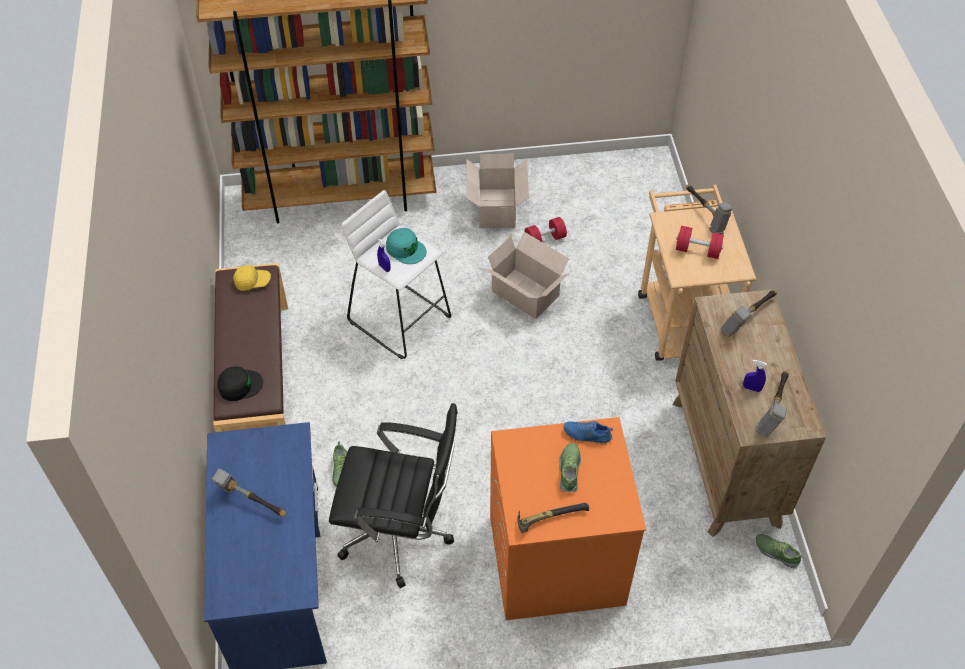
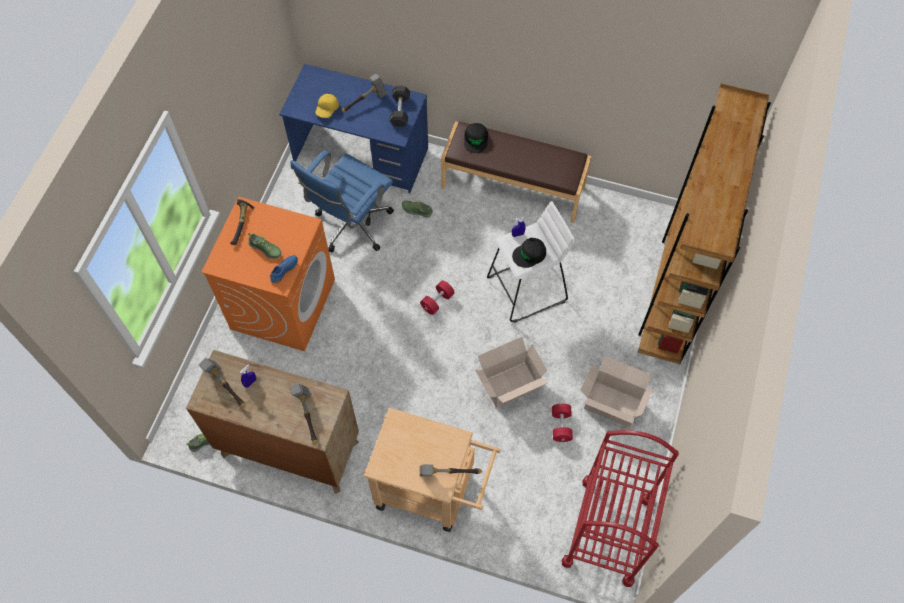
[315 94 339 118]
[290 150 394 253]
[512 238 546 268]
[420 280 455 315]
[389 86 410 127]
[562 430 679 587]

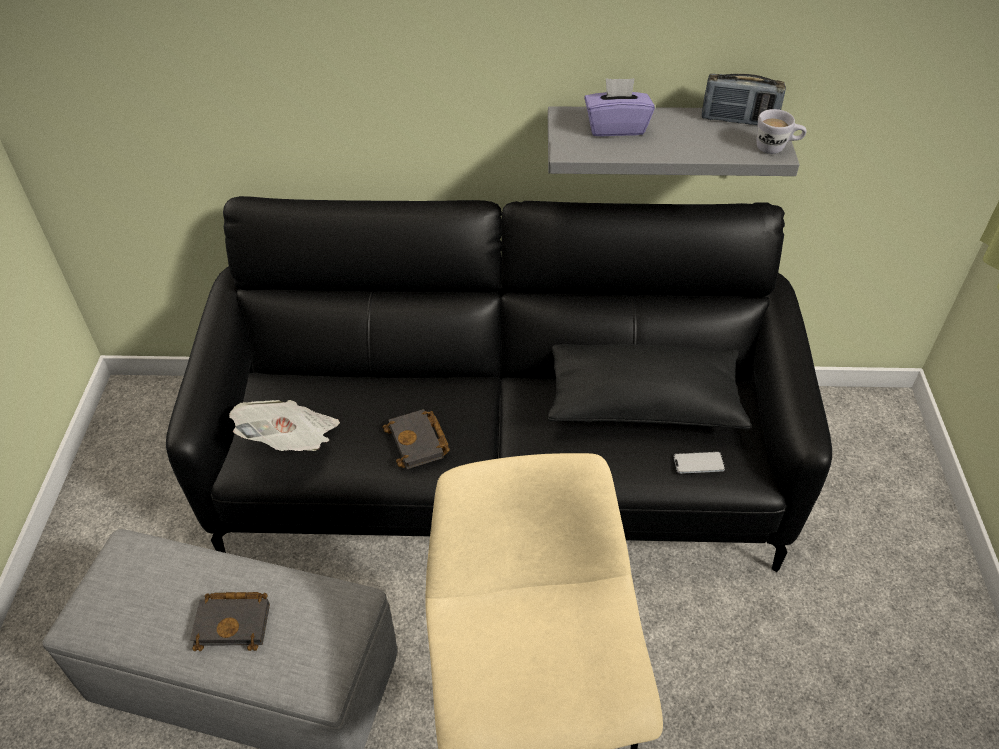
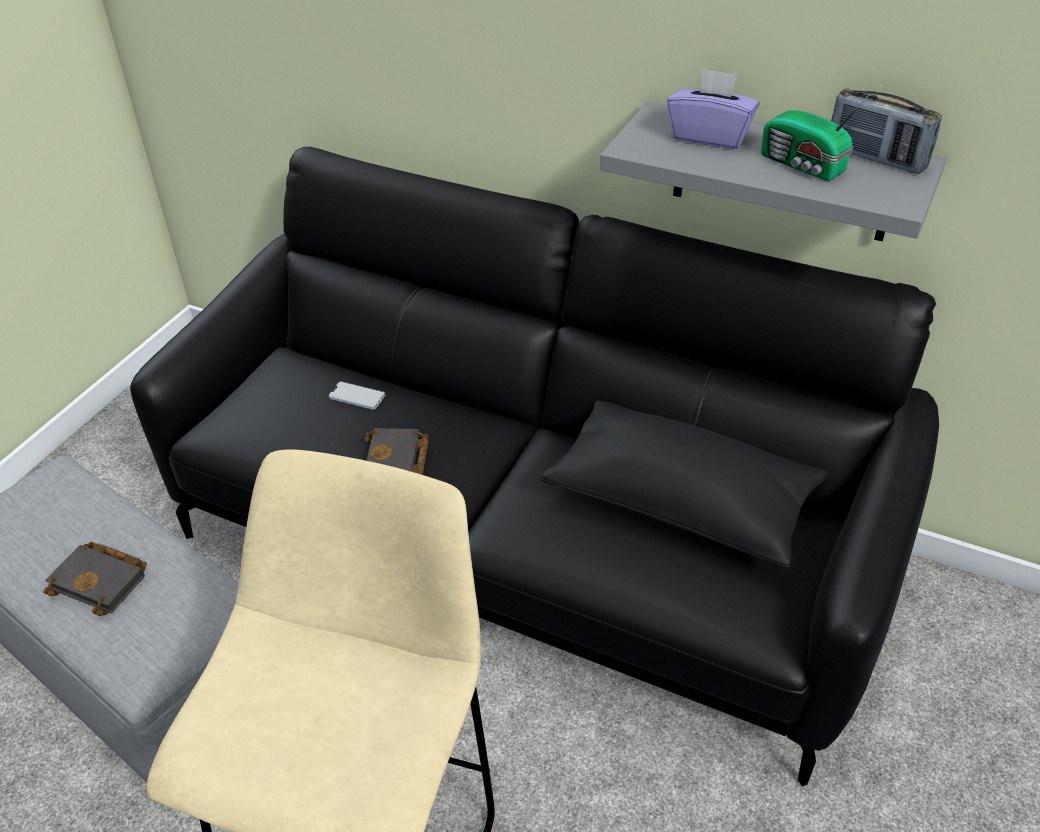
[229 400 340 451] (first image)
[328 382 385 410]
[756 109 807 154] (first image)
[761 93 871 181]

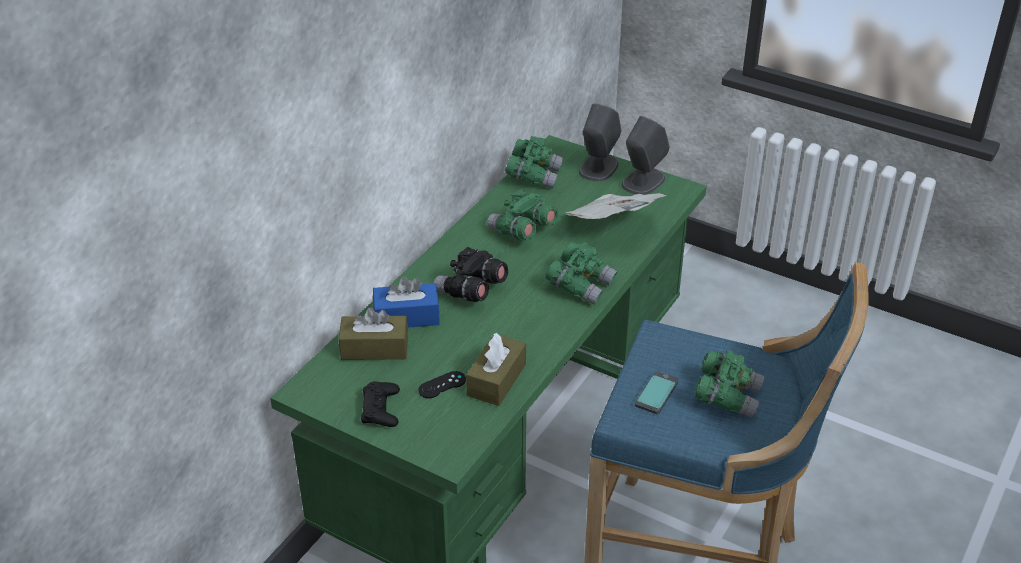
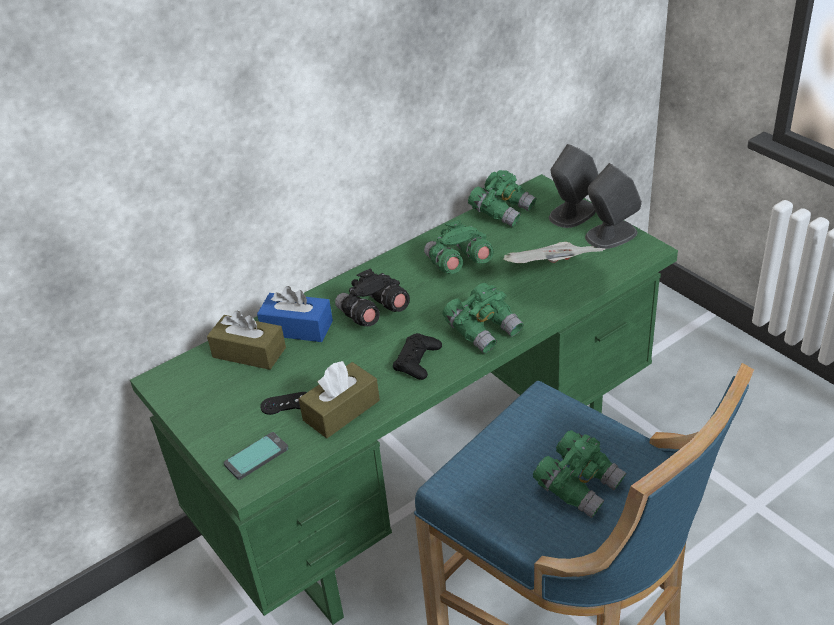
[393 333 442 380]
[224 432 289 480]

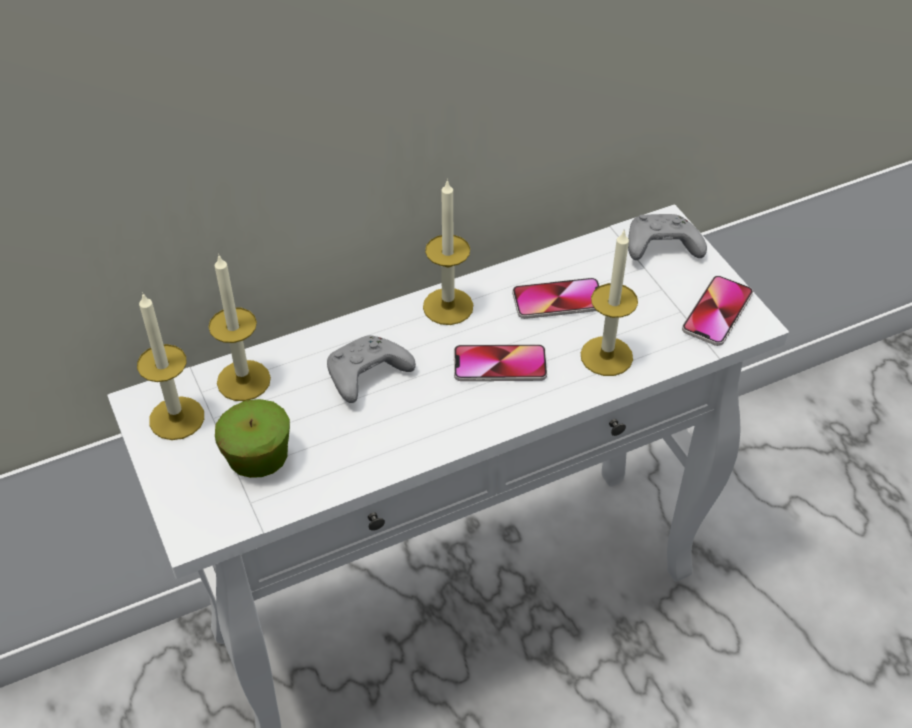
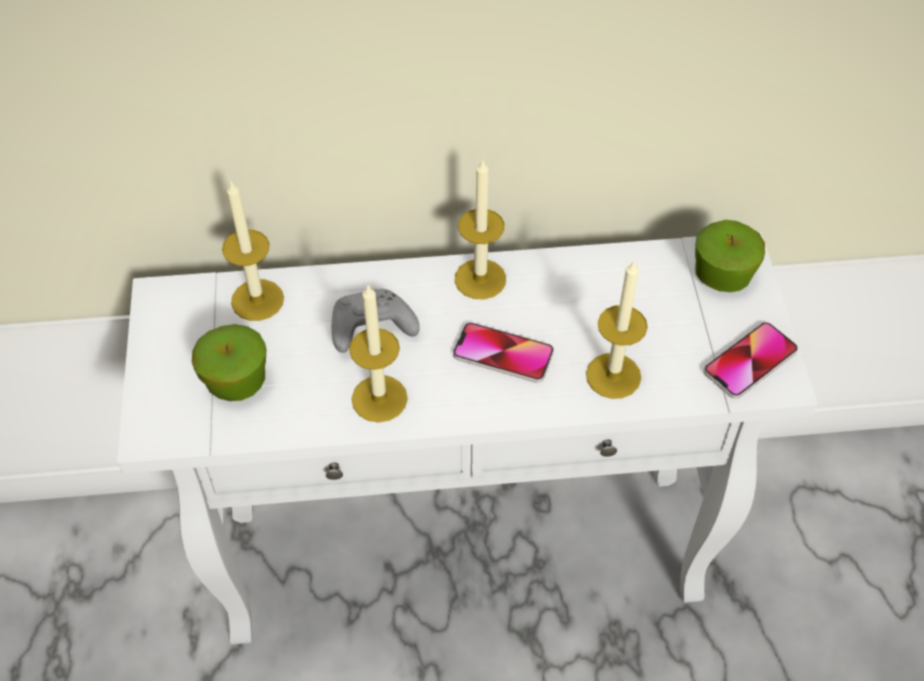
[349 285 408 422]
[512 278 600 319] (first image)
[695 220 765 292]

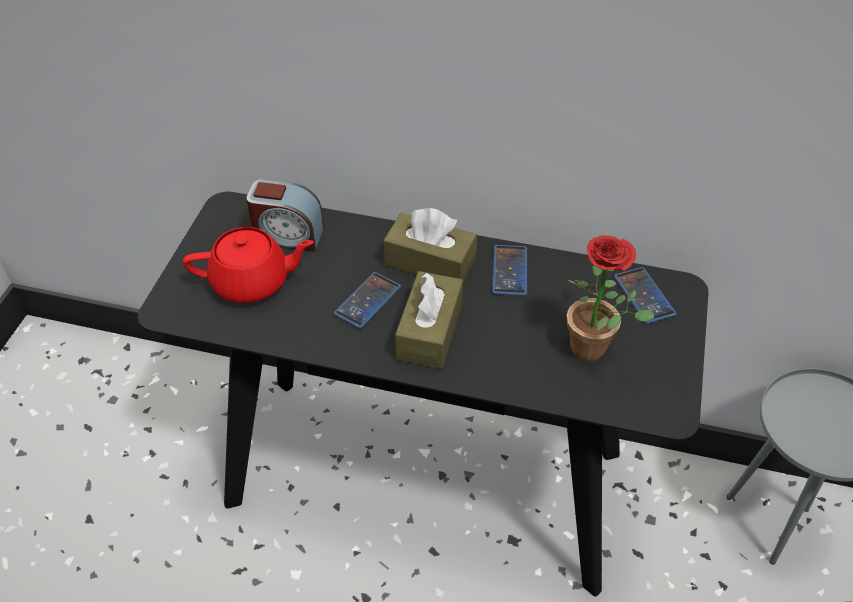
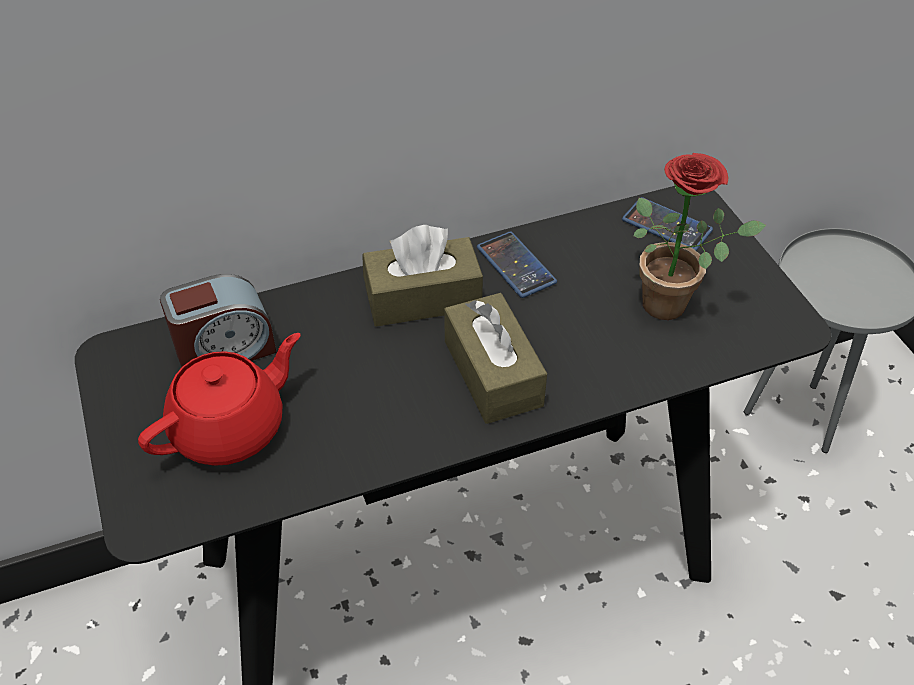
[334 272 401 329] (first image)

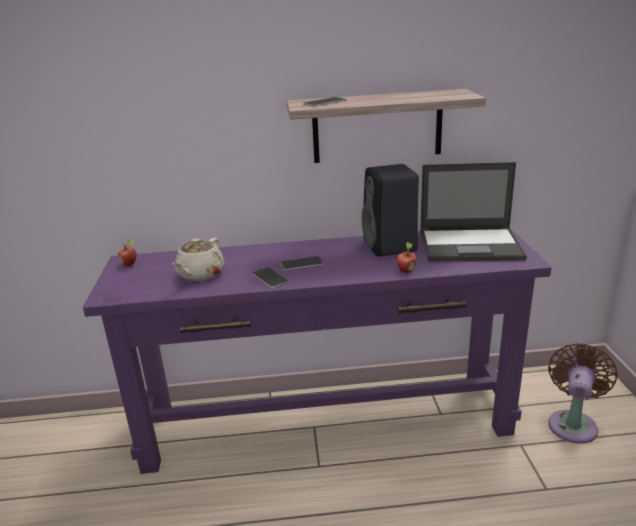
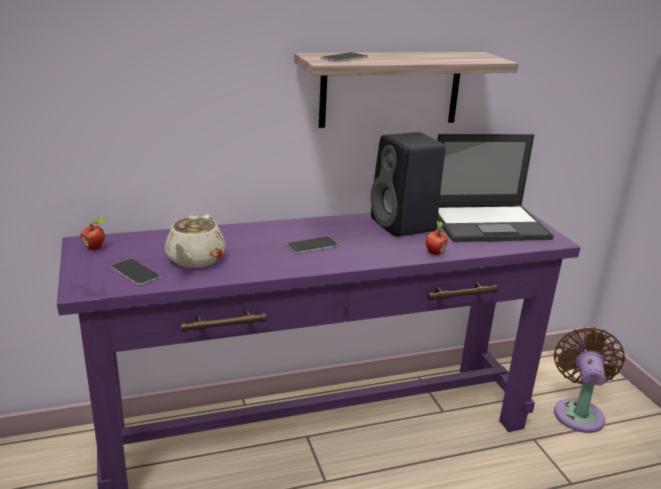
[111 259 161 285]

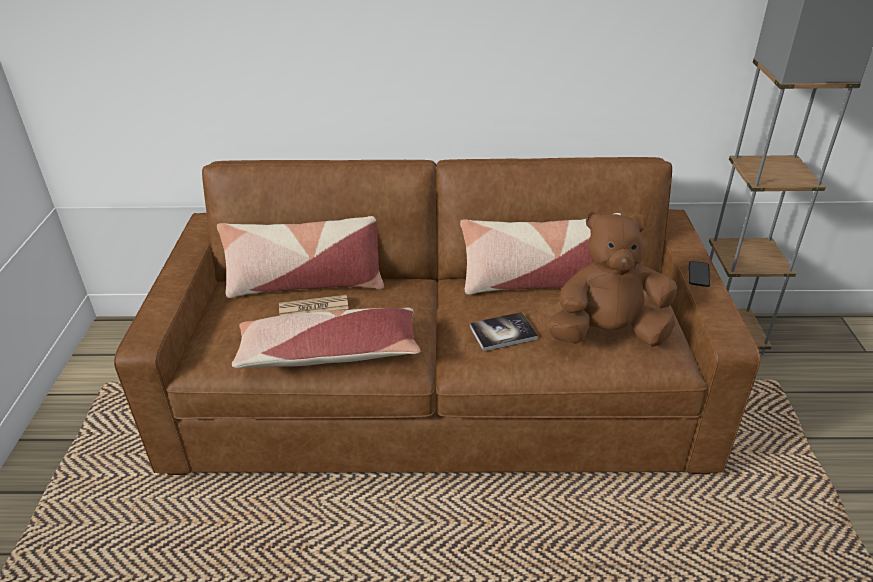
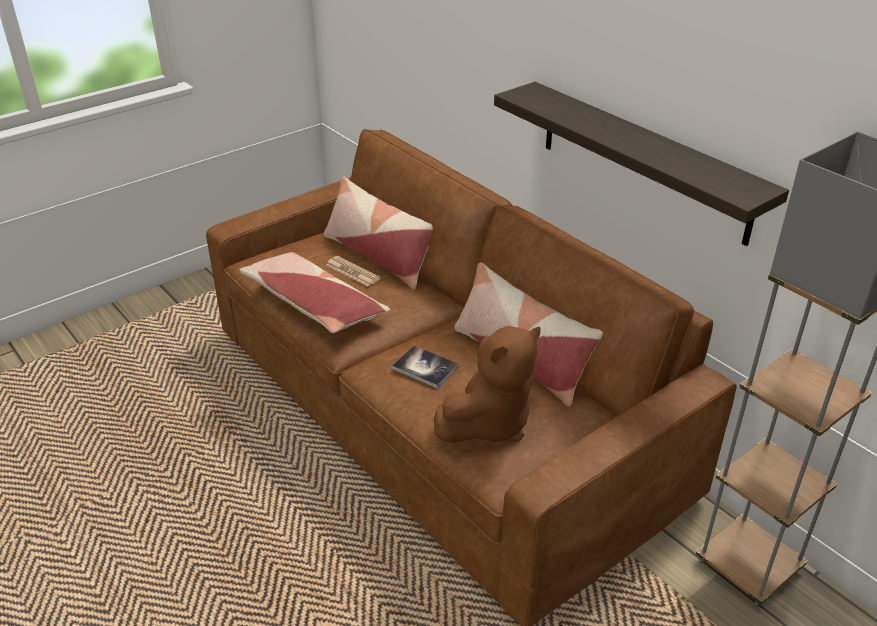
[434 326 541 443]
[689 261 710 287] (first image)
[494 82 789 246]

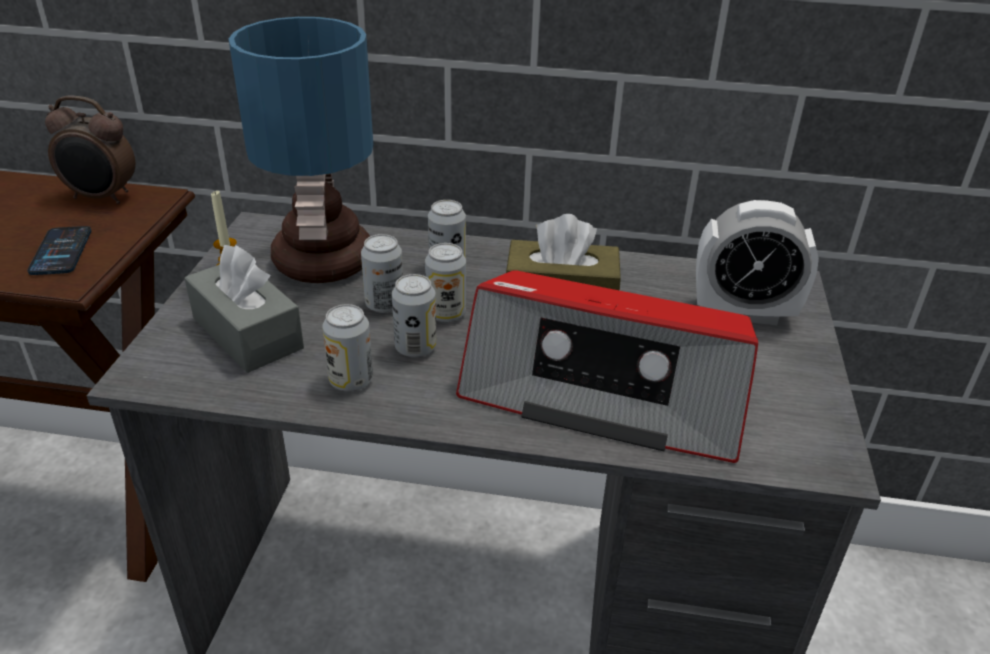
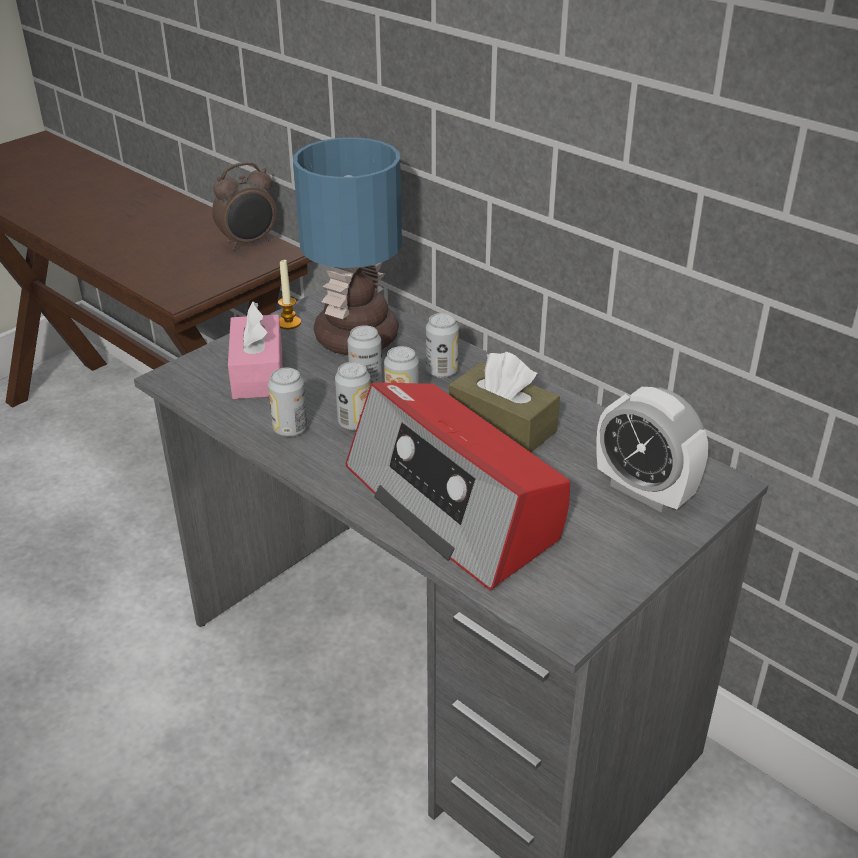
[27 226 91 275] (first image)
[212 162 276 250]
[228 302 282 399]

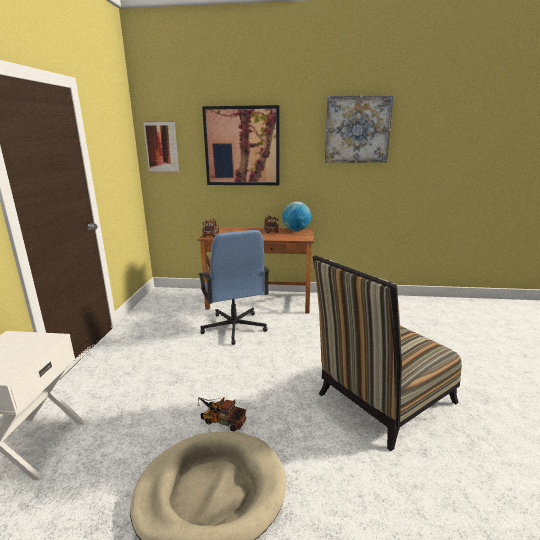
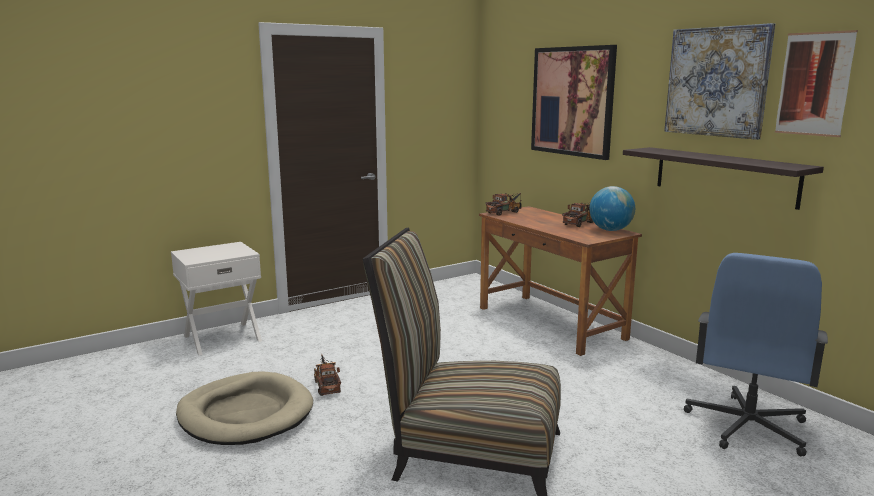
[775 30 858 137]
[684 253 828 456]
[623 147 824 210]

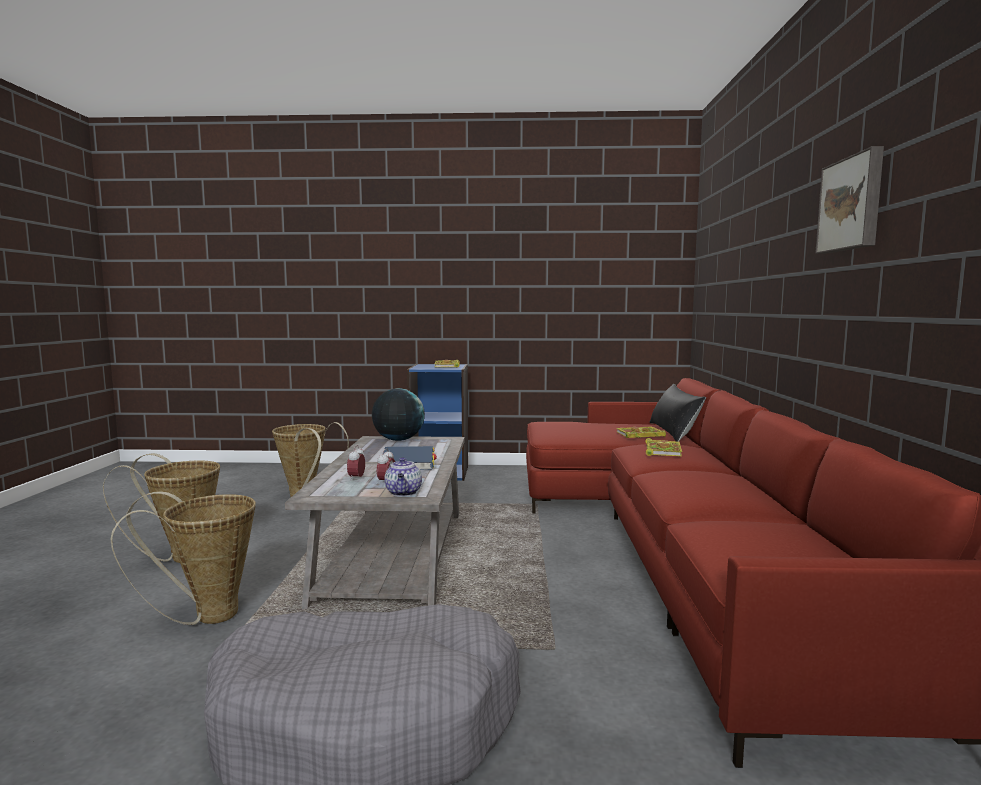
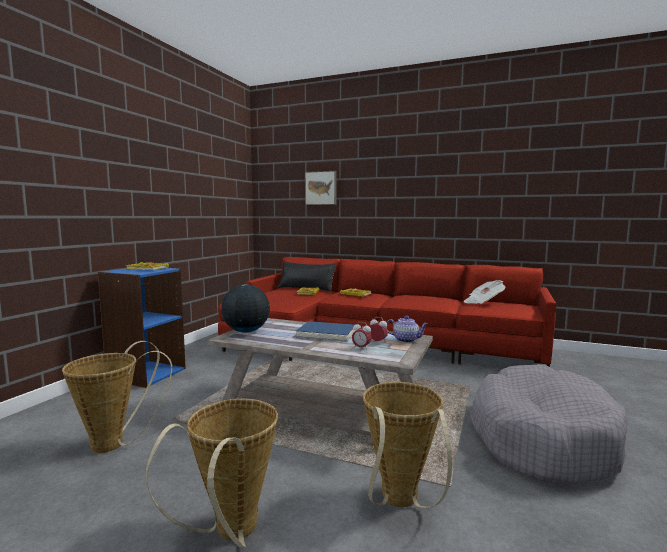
[305 171 337 205]
[464 280 505 304]

